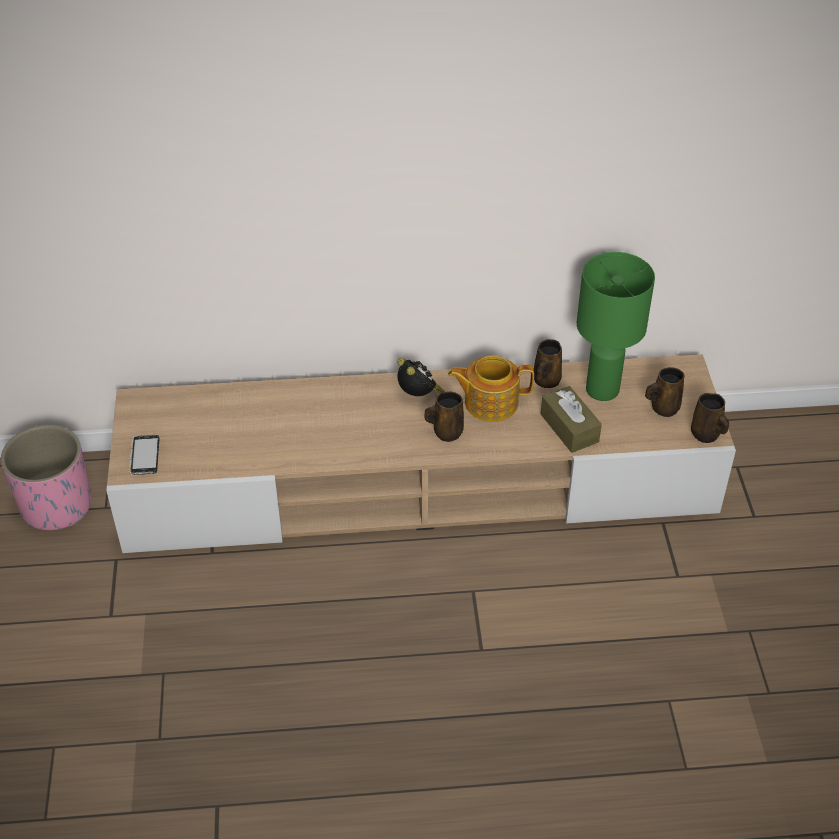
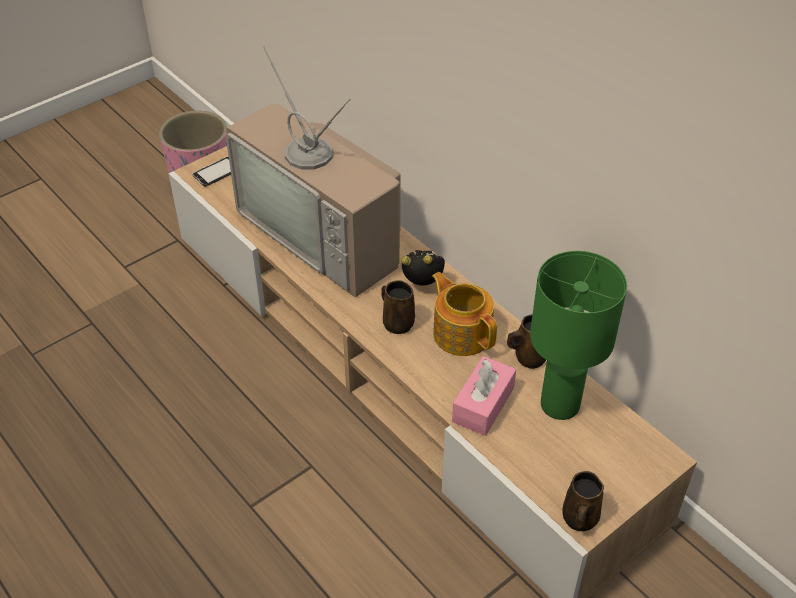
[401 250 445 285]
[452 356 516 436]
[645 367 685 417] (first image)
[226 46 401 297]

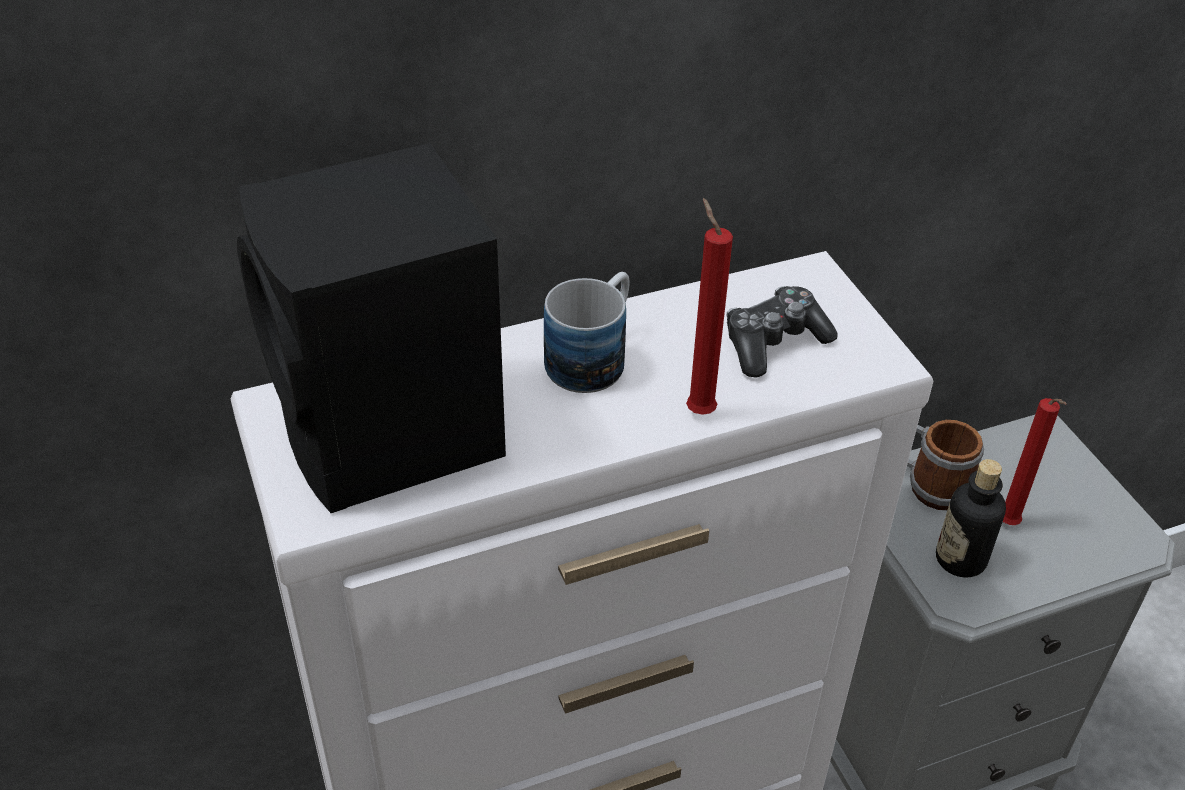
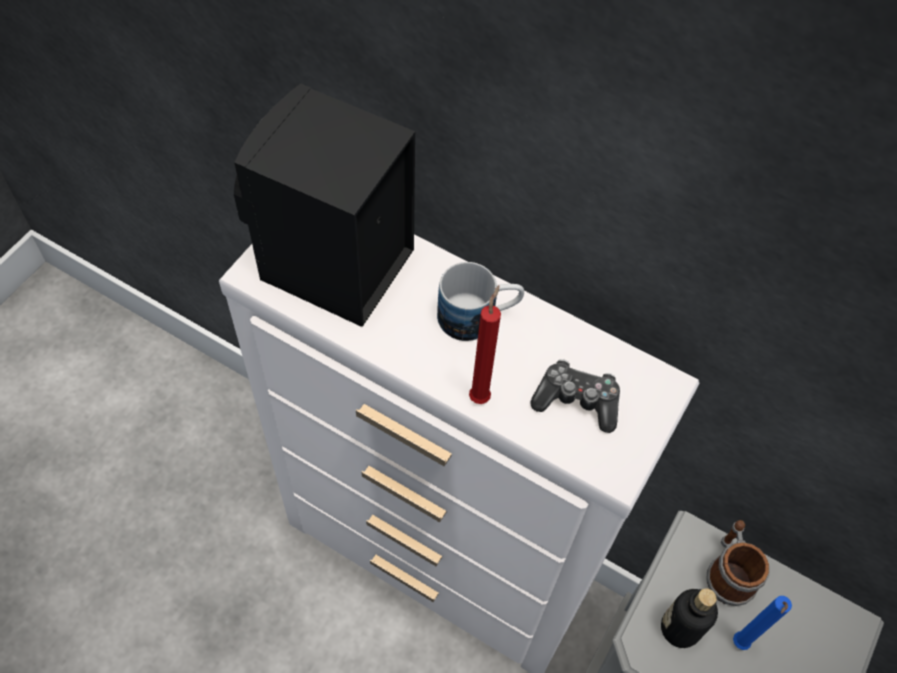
[733 596 792 650]

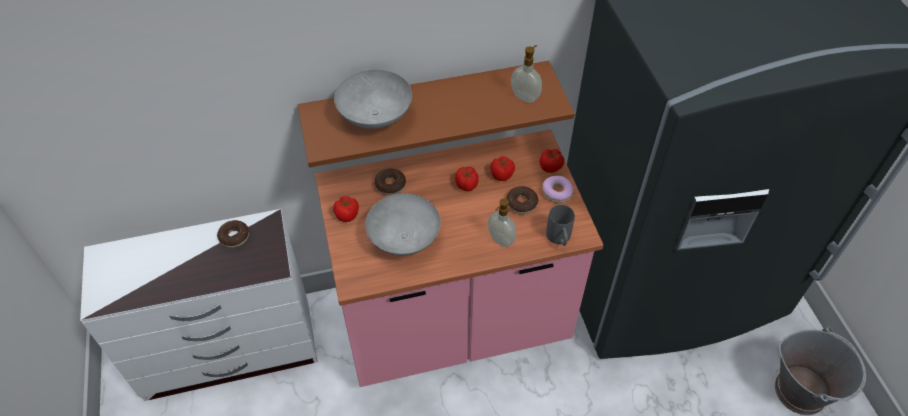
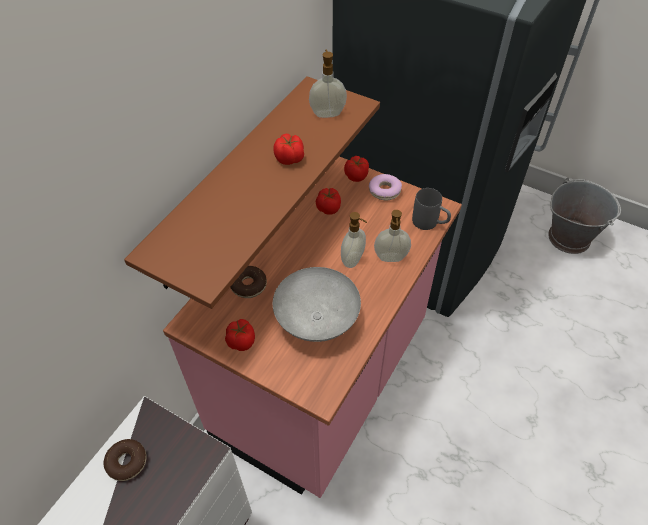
[334 70 412 129] (first image)
[273 134 304 165]
[506 186 538 214] (first image)
[341 212 367 268]

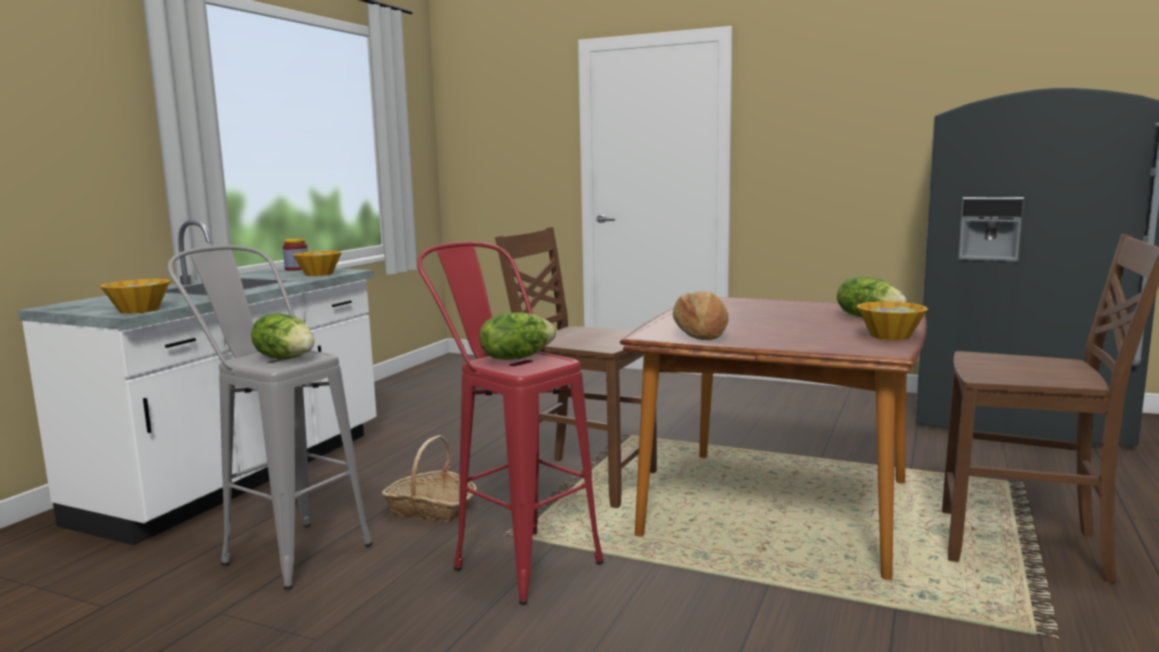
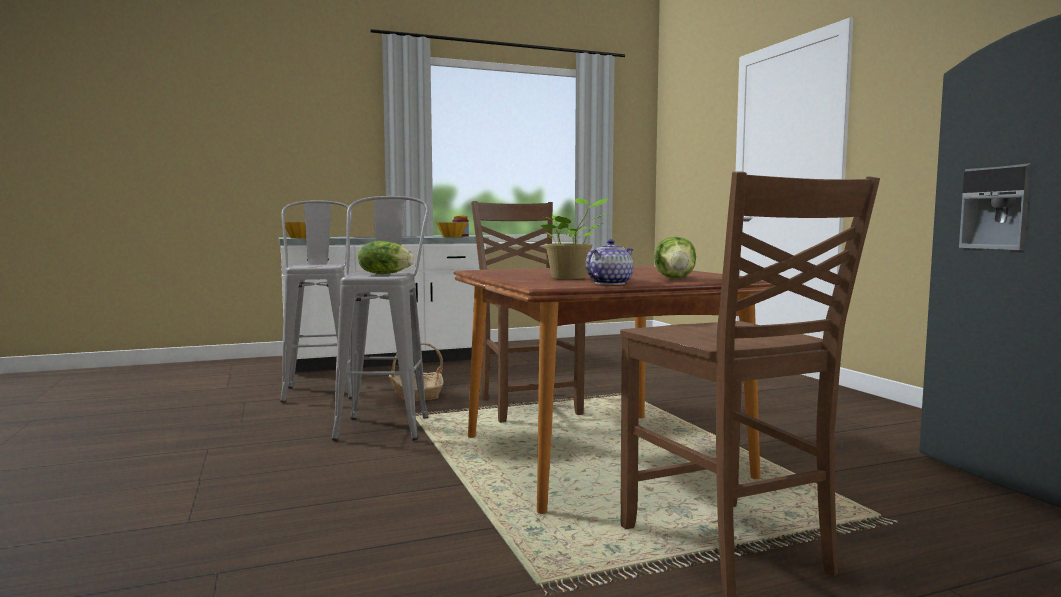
[251 314 314 359] (first image)
[332 196 429 441]
[673 291 729 340] (first image)
[585 239 634 285]
[541 198 608 279]

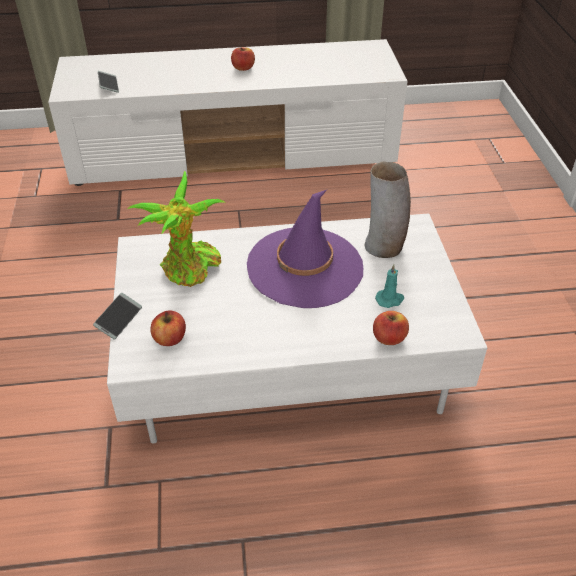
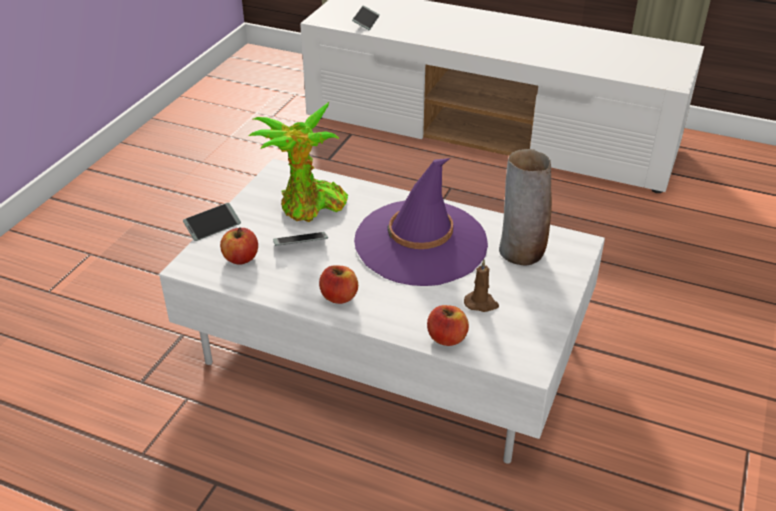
[319 265 358 304]
[464 260 499 312]
[273 232 328 246]

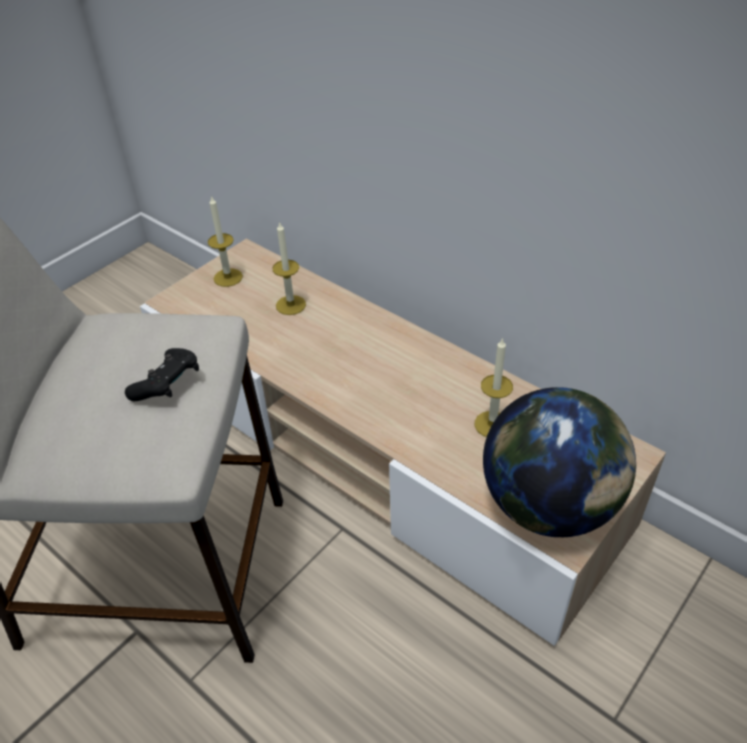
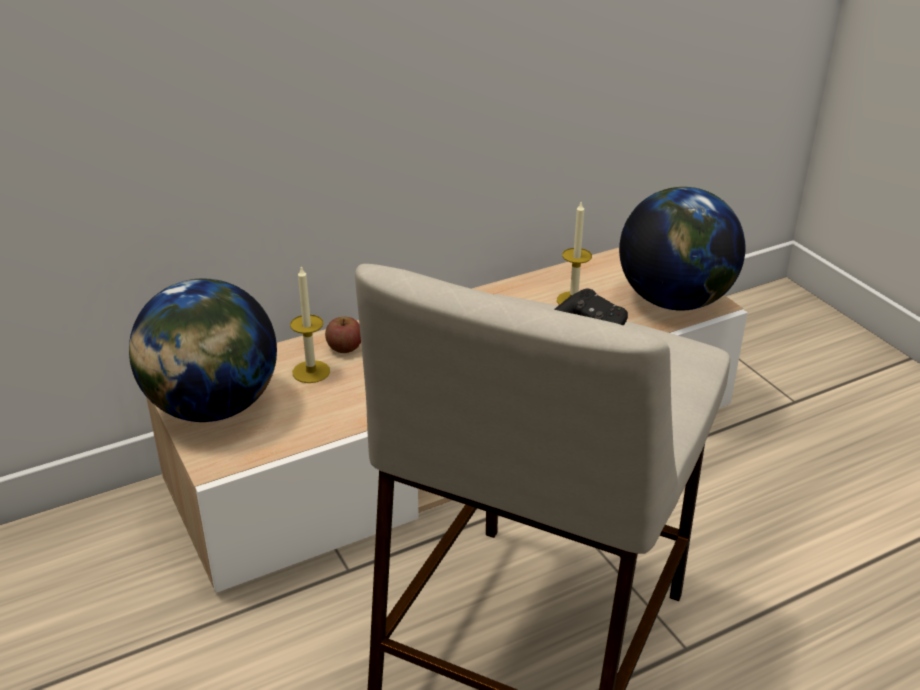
[129 278 277 422]
[325 317 361 353]

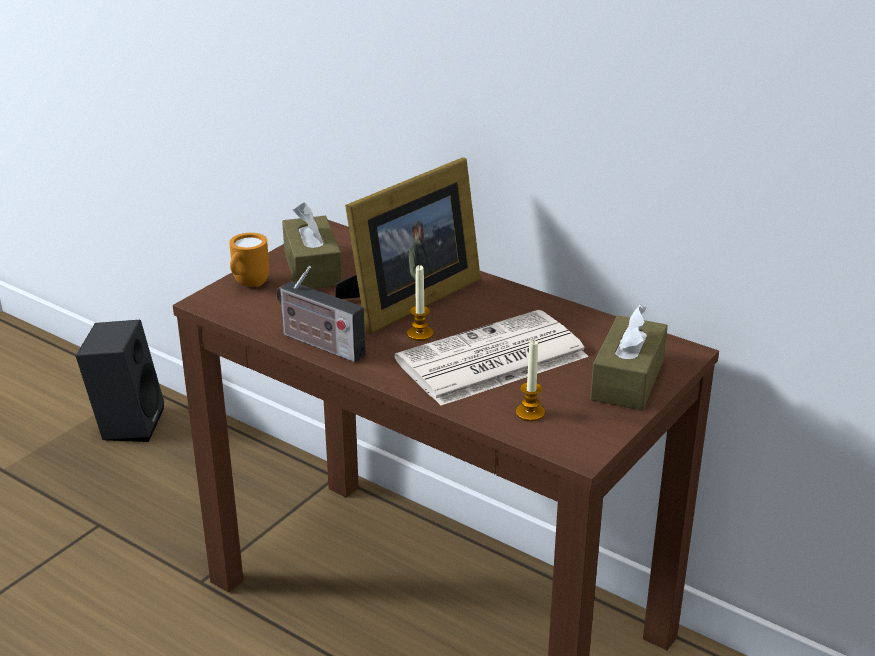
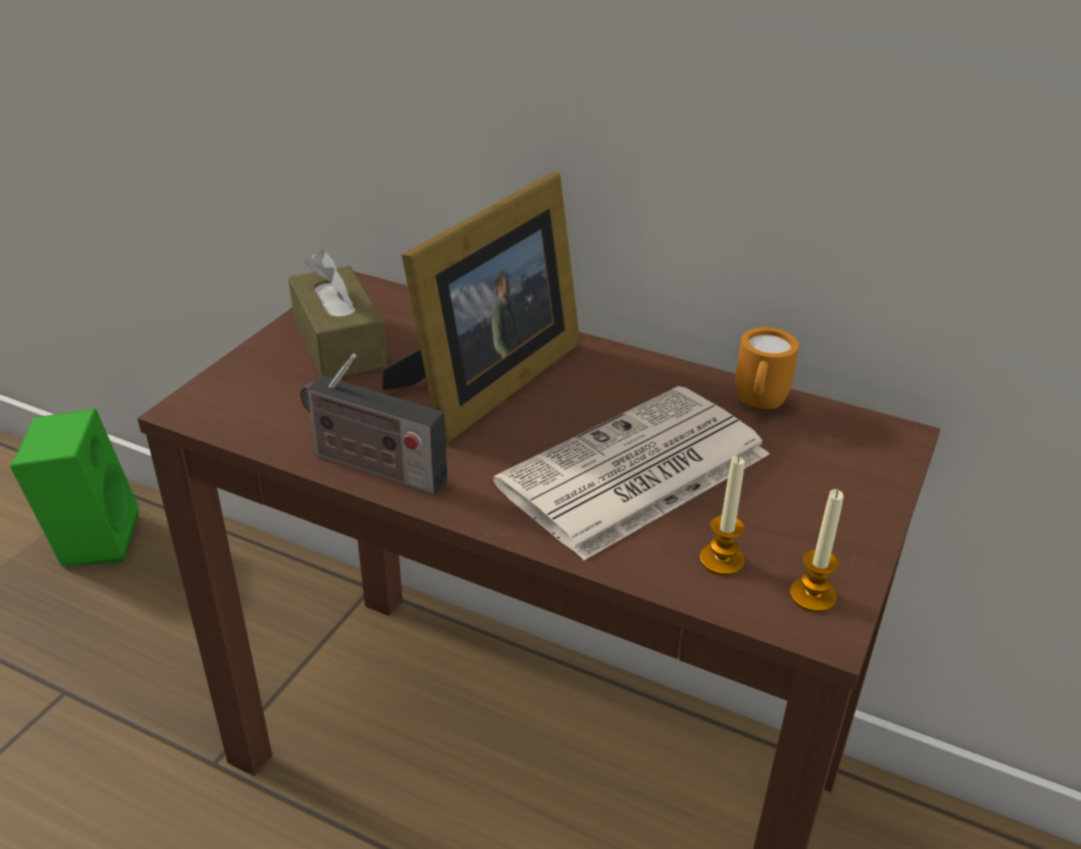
[10 409 139 566]
[736 327 799 409]
[790 489 844 613]
[590 304 668 410] (first image)

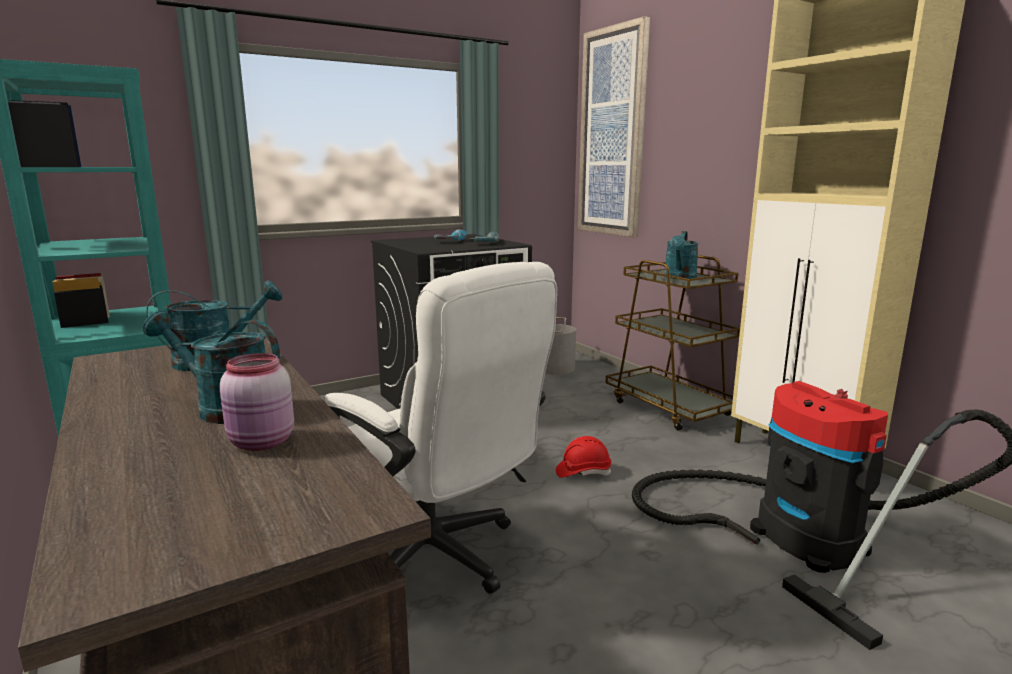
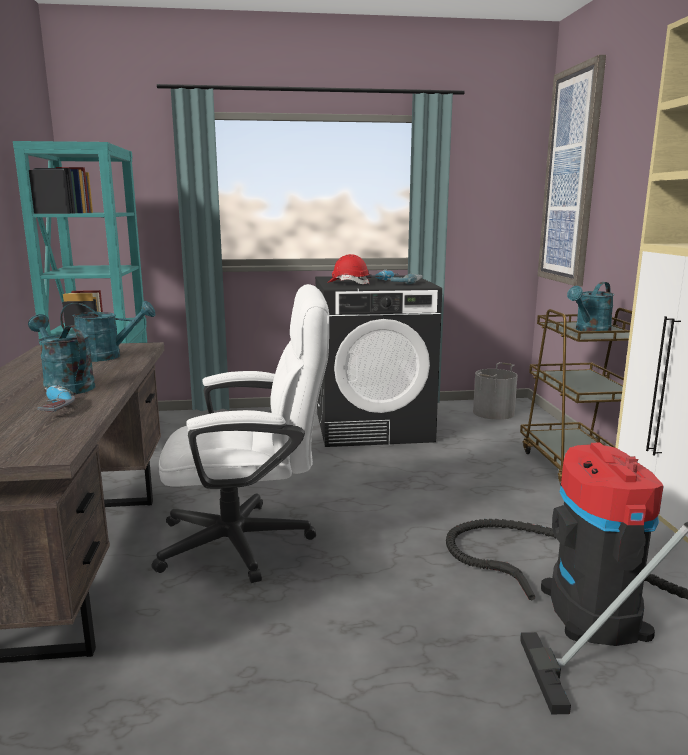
[38 385 75 412]
[151 284 329 583]
[327 254 370 285]

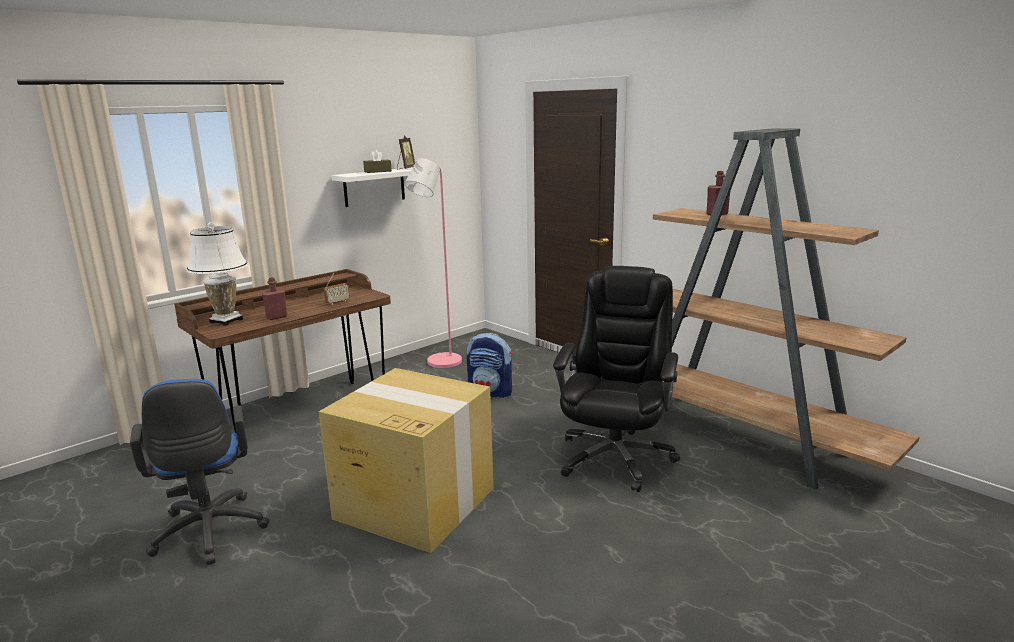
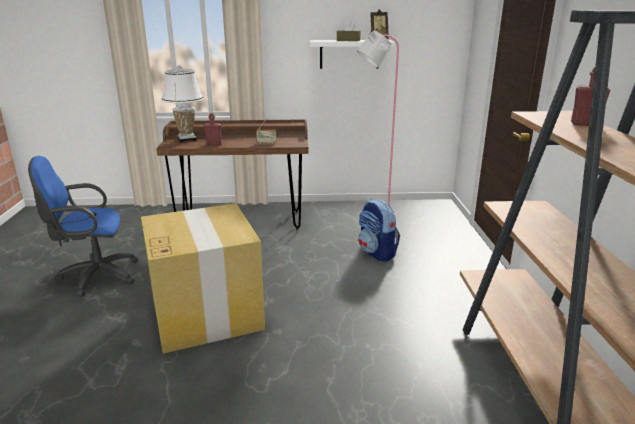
[28 156 138 297]
[553 266 680 492] (first image)

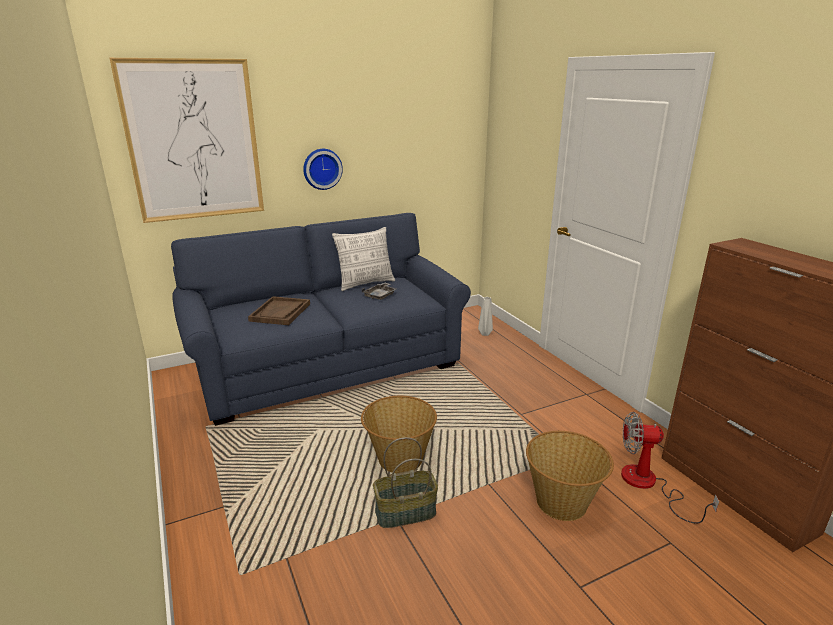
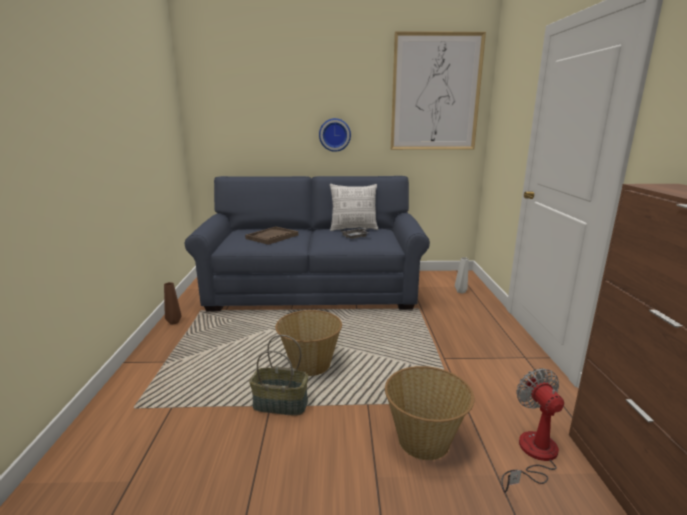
[391 31 486 150]
[501 368 564 493]
[164 282 182 325]

